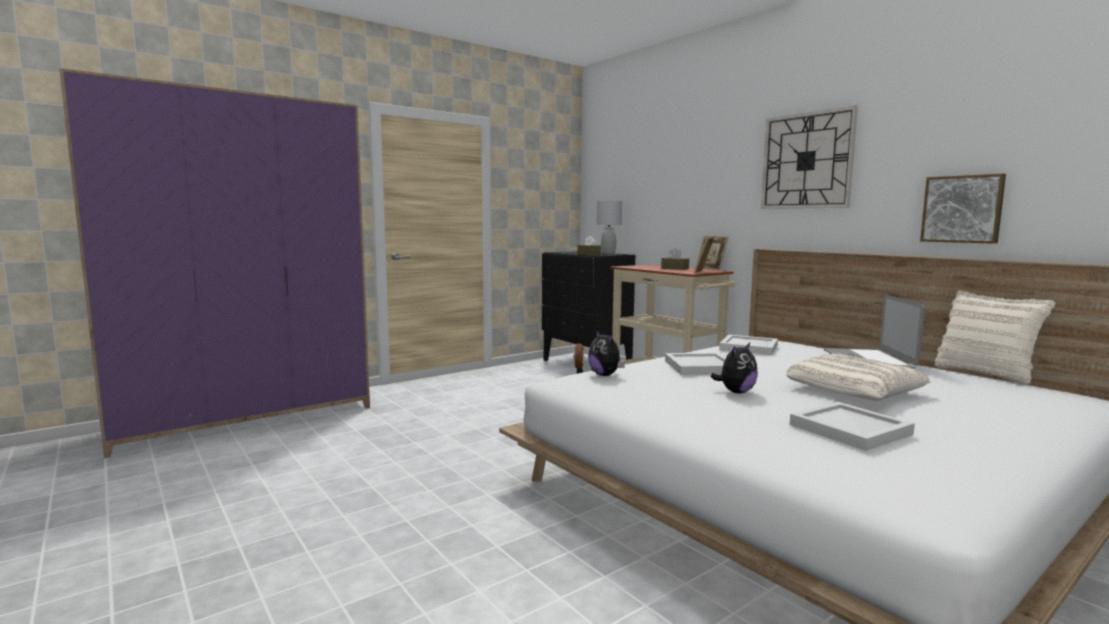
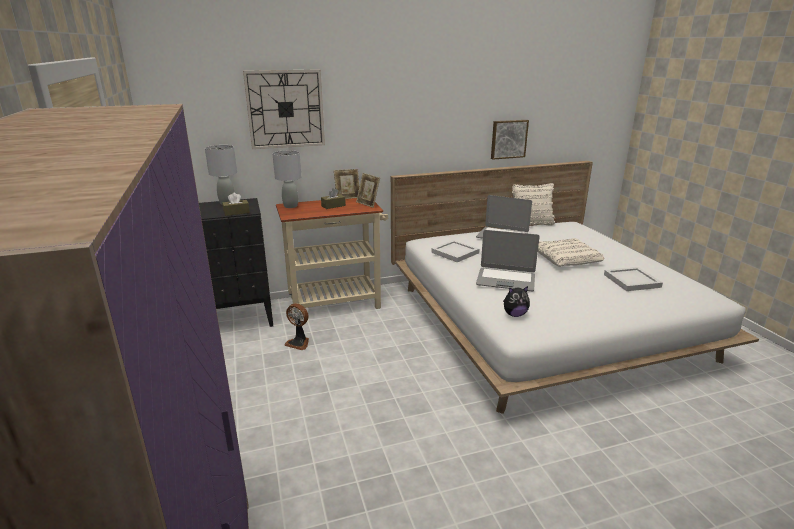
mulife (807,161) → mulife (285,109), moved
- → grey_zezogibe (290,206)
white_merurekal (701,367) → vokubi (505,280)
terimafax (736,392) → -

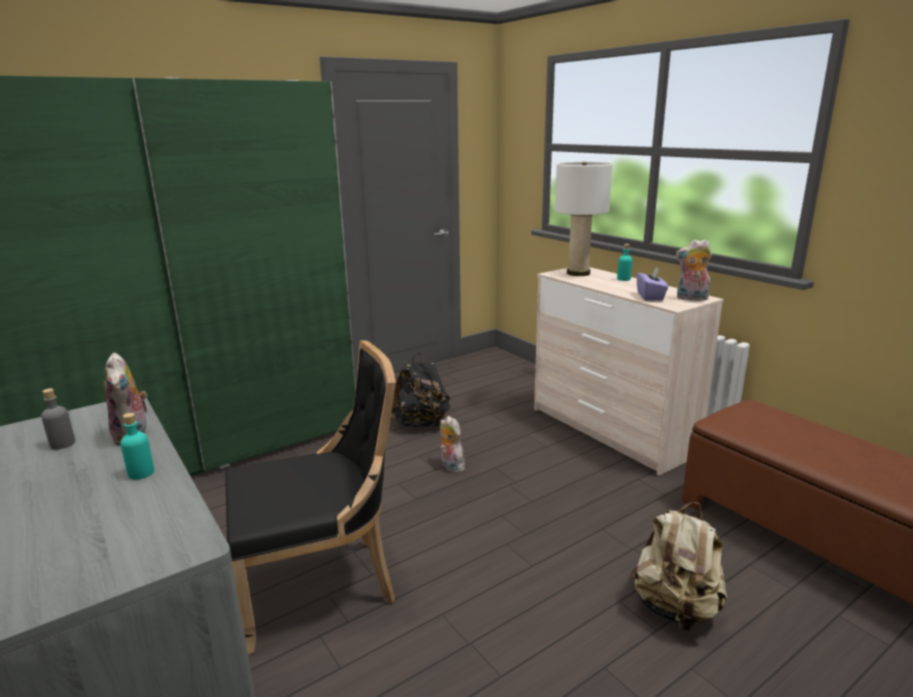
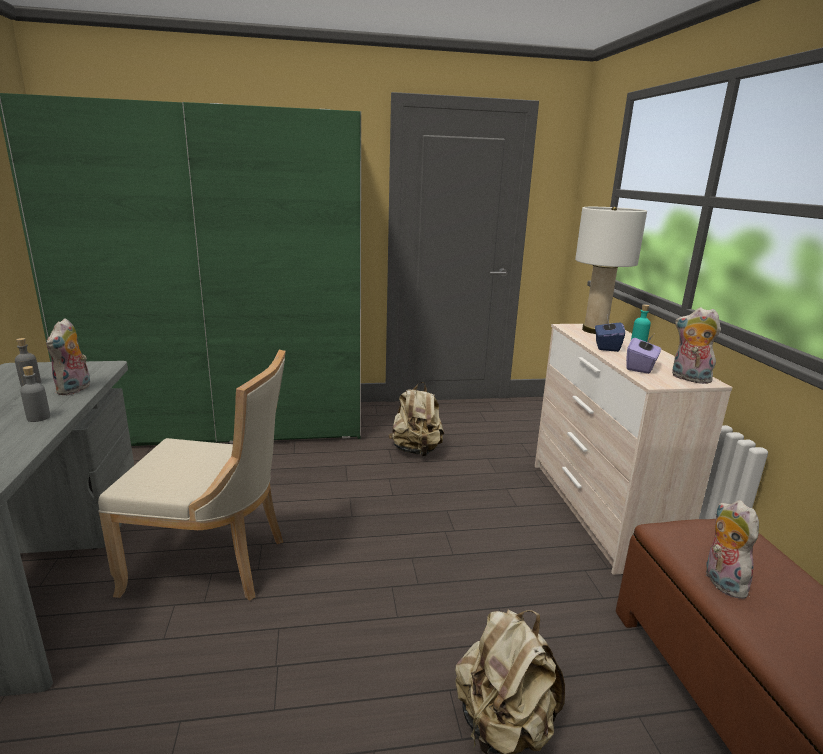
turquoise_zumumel (141,473) → grey_zumumel (38,417)
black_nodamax (322,585) → beige_nodamax (214,563)
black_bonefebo (421,424) → beige_bonefebo (416,450)
- → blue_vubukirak (606,346)
terimafax (450,466) → terimafax (720,581), moved

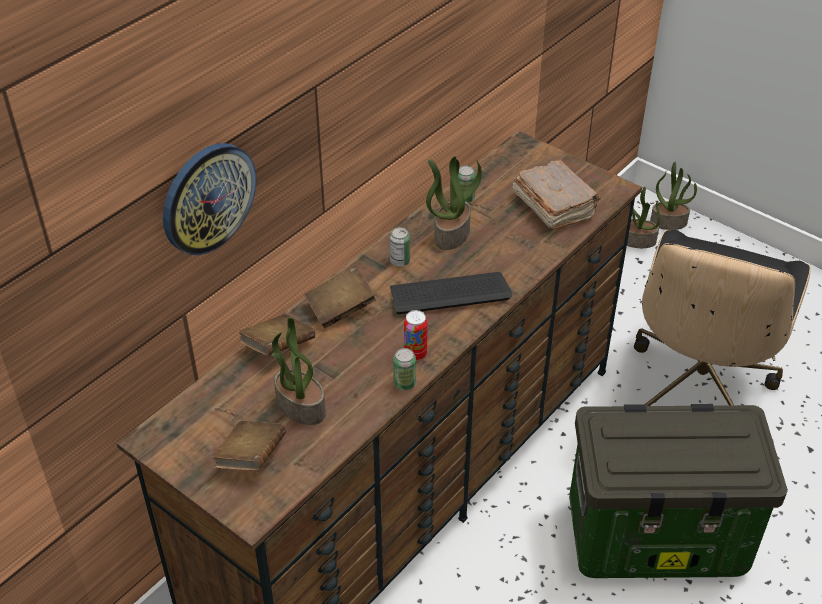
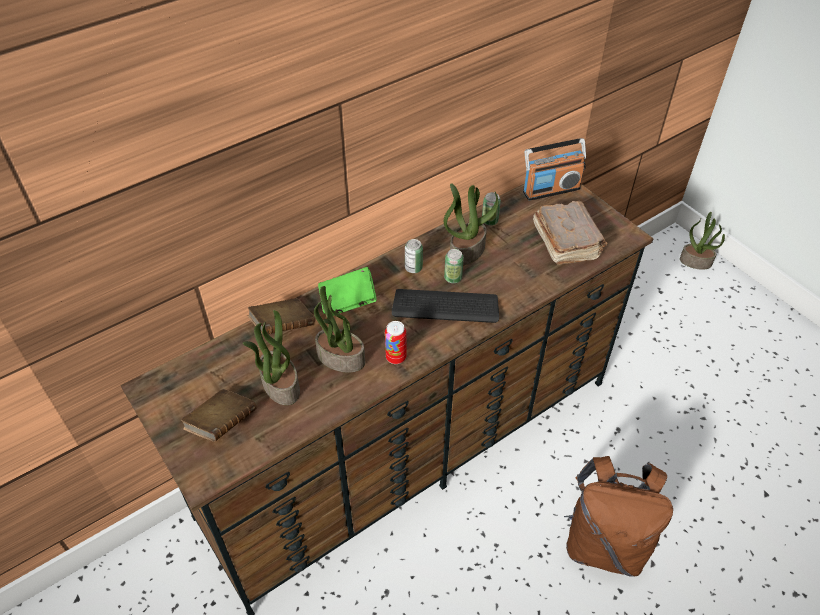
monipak (636,241) → monipak (340,358), moved
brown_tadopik (341,308) → green_tadopik (348,302)
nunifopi (404,383) → nunifopi (453,278), moved
- → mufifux (551,190)
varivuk (658,537) → brown_bonefebo (604,543)
mulife (208,198) → -
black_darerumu (695,395) → -

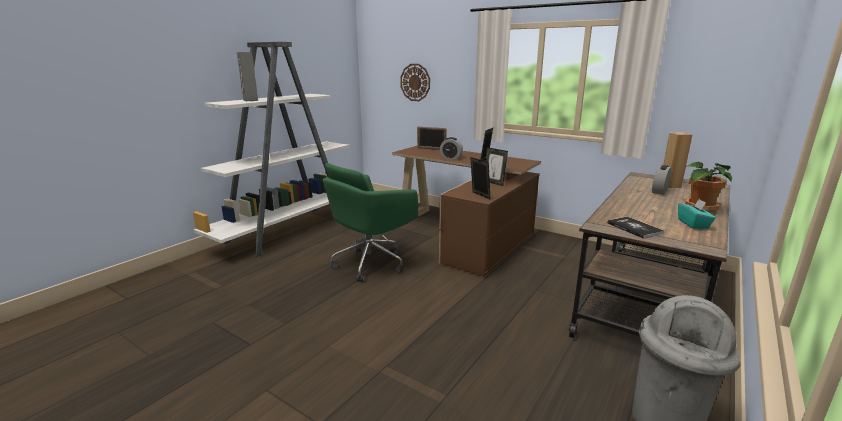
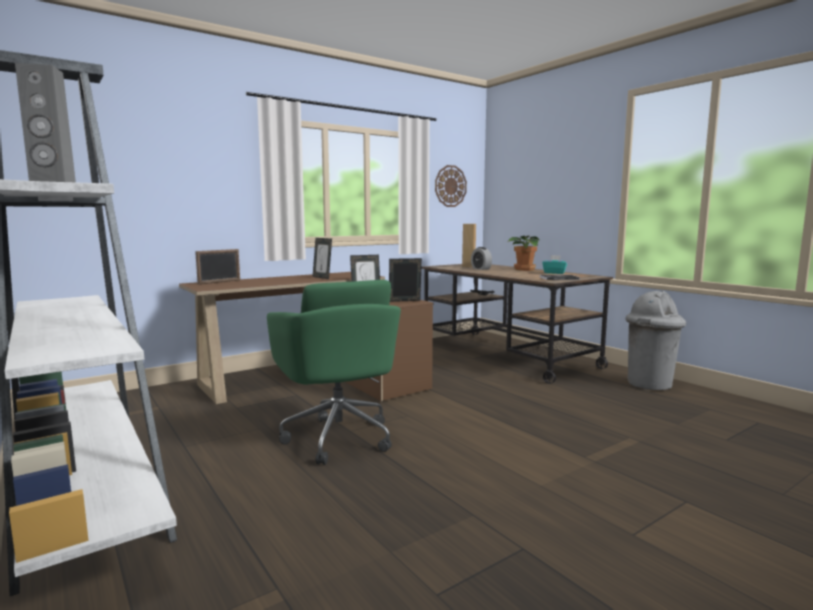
mulife (415,82) → mulife (450,186), moved
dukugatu (451,157) → -

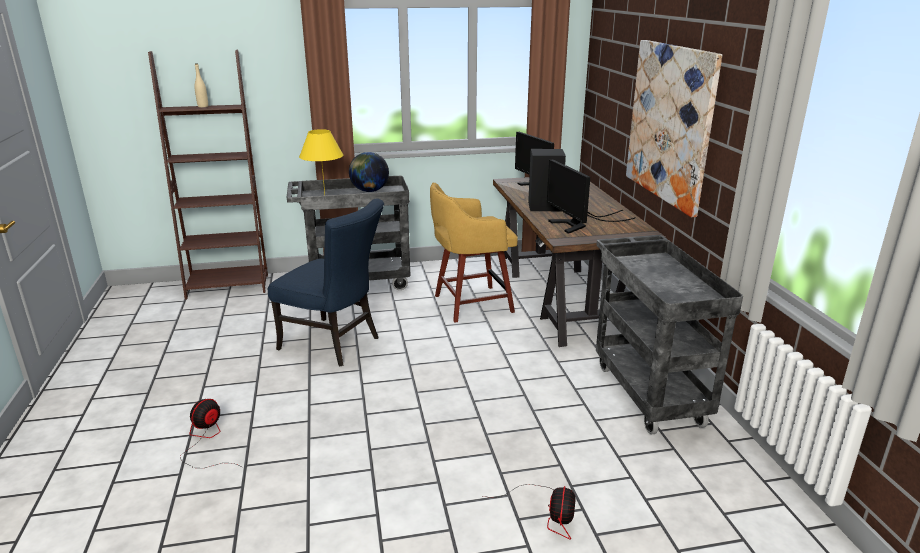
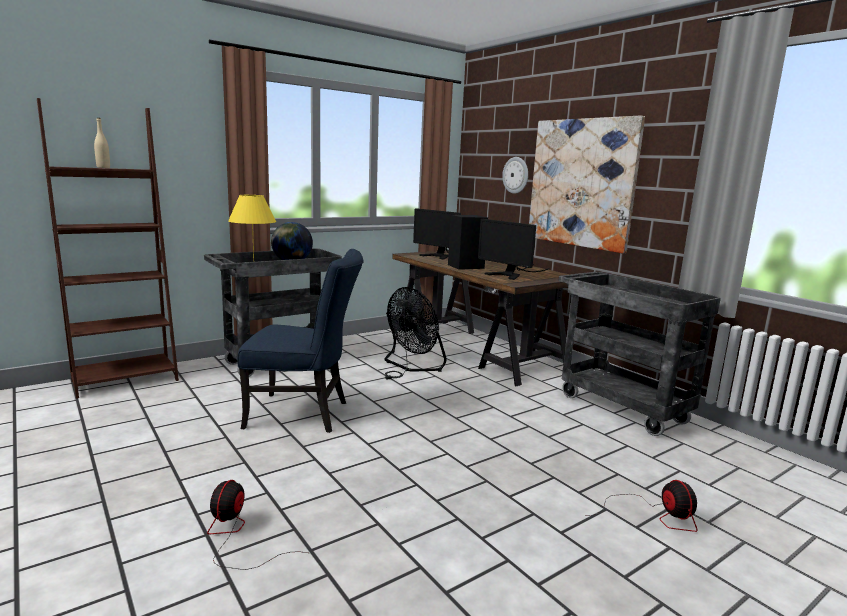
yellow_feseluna (470,304) → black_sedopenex (406,365)
- → mulife (516,175)

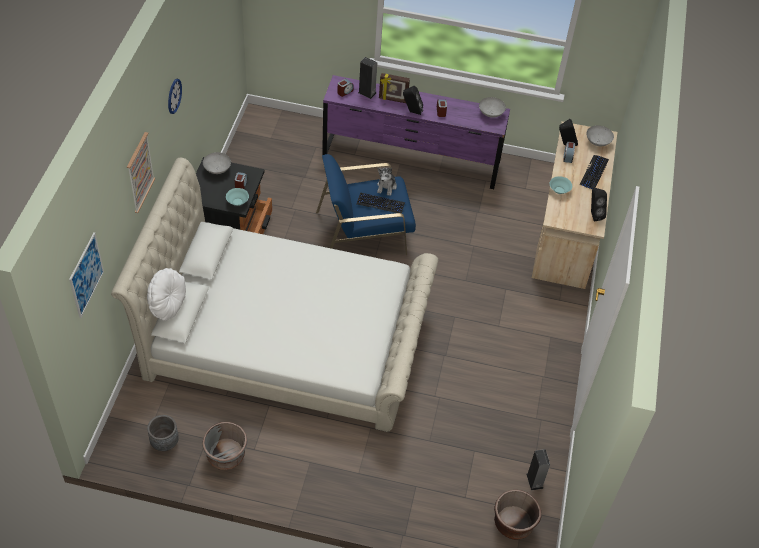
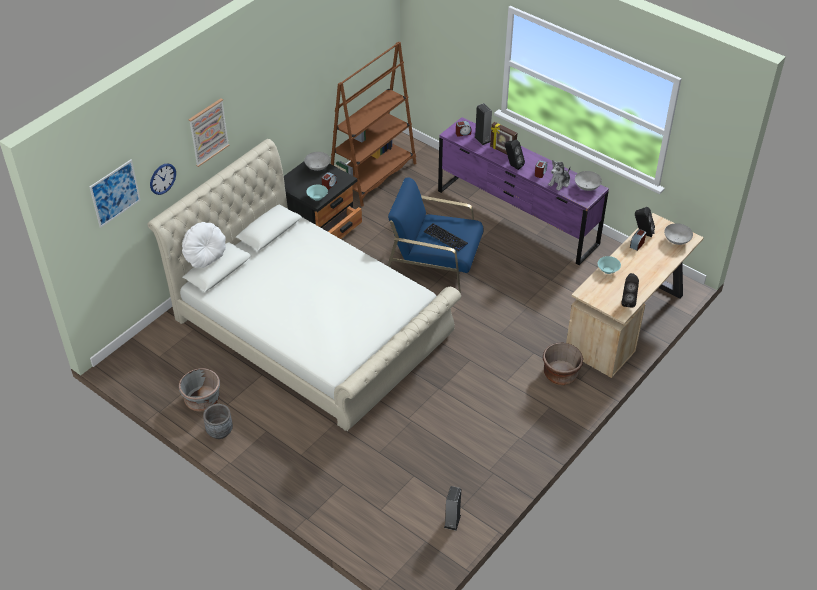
mulife (174,96) → mulife (162,178), moved
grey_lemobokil (165,442) → grey_lemobokil (220,431), moved
- → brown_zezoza (373,176)
brown_lemobokil (513,524) → brown_lemobokil (560,374), moved
terimafax (386,187) → terimafax (559,183), moved
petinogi (594,172) → -

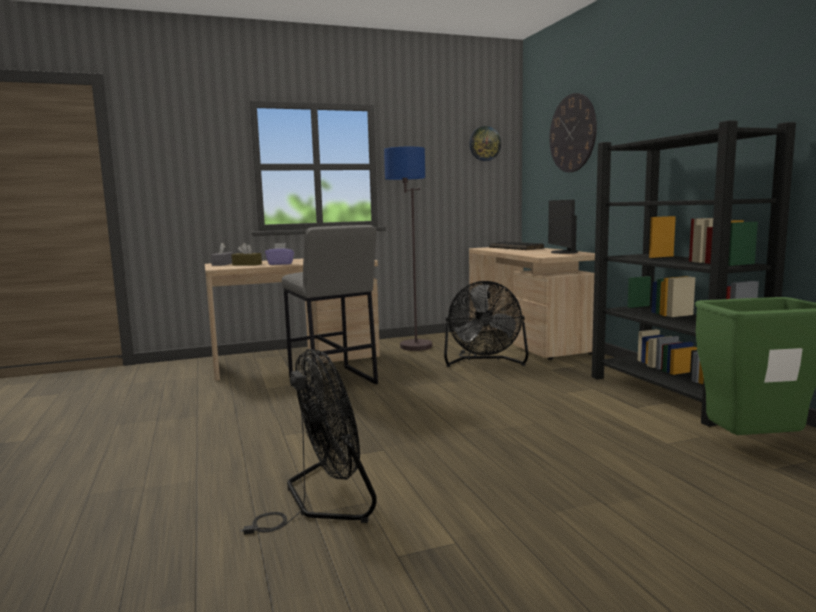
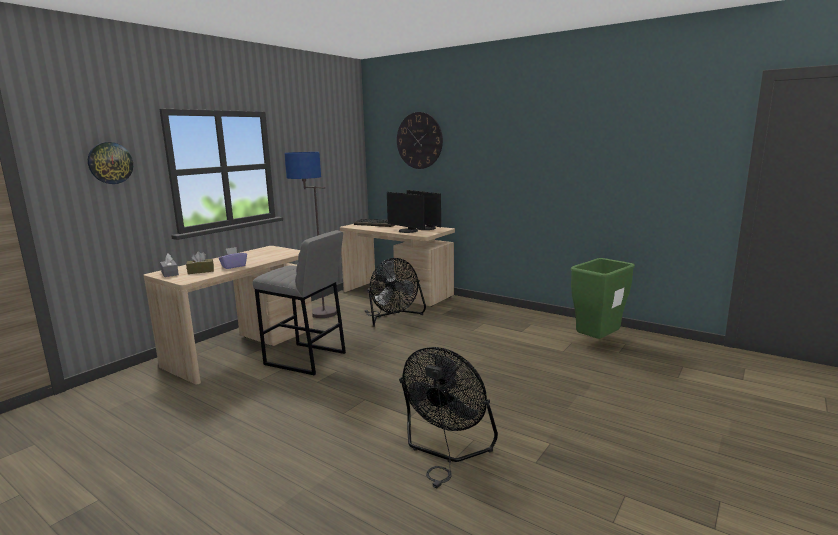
mulife (484,143) → mulife (110,163), moved
- → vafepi (407,231)
black_zezoza (672,394) → -

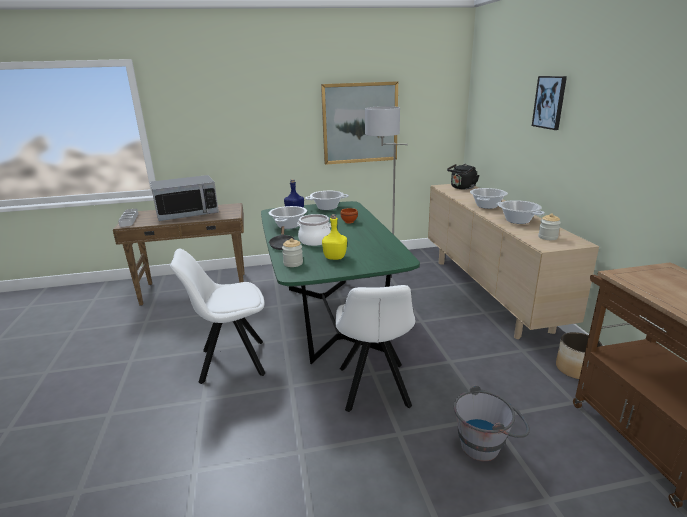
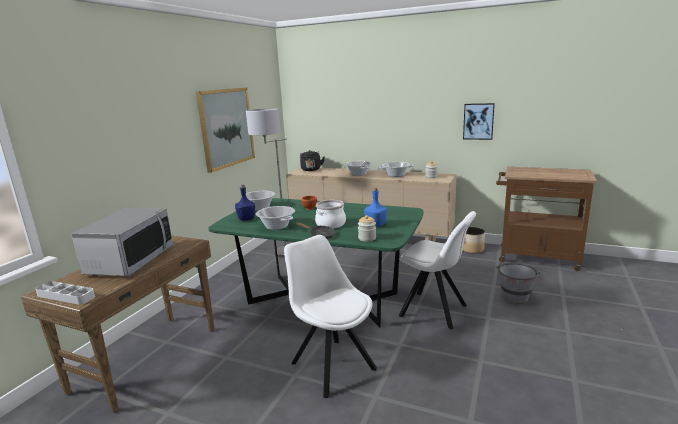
white_nodamax (232,362) → white_nodamax (332,366), 120 degrees clockwise
yellow_zumumel (335,257) → blue_zumumel (375,225)
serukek (549,102) → serukek (478,121), moved

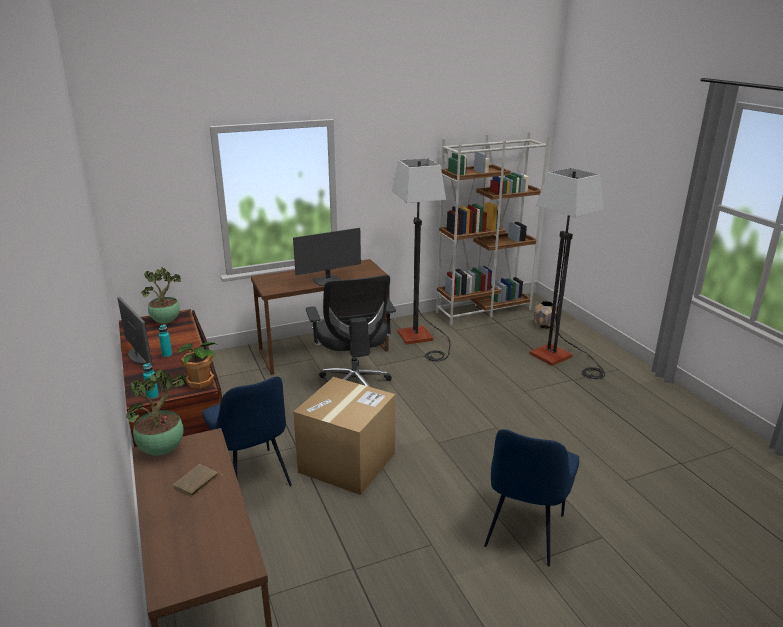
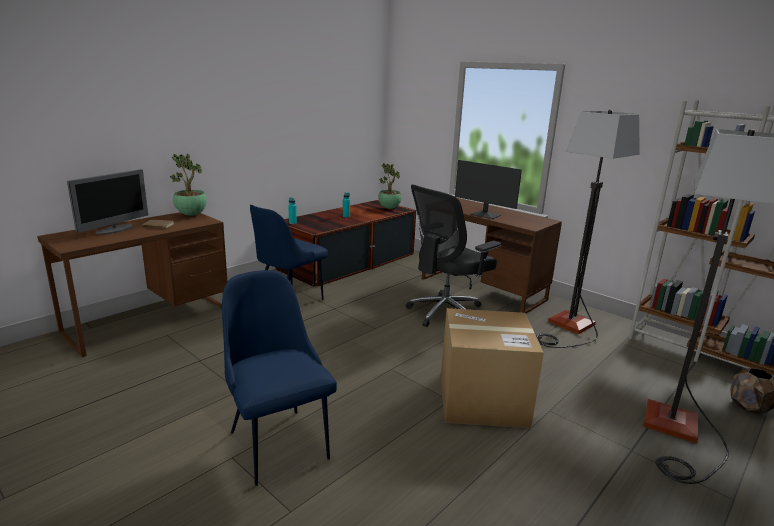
vafepi (138,356) → vafepi (114,230), moved
blue_nodamax (525,531) → blue_nodamax (277,445), 60 degrees clockwise
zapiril (347,462) → zapiril (482,400), moved
monipak (200,382) → -

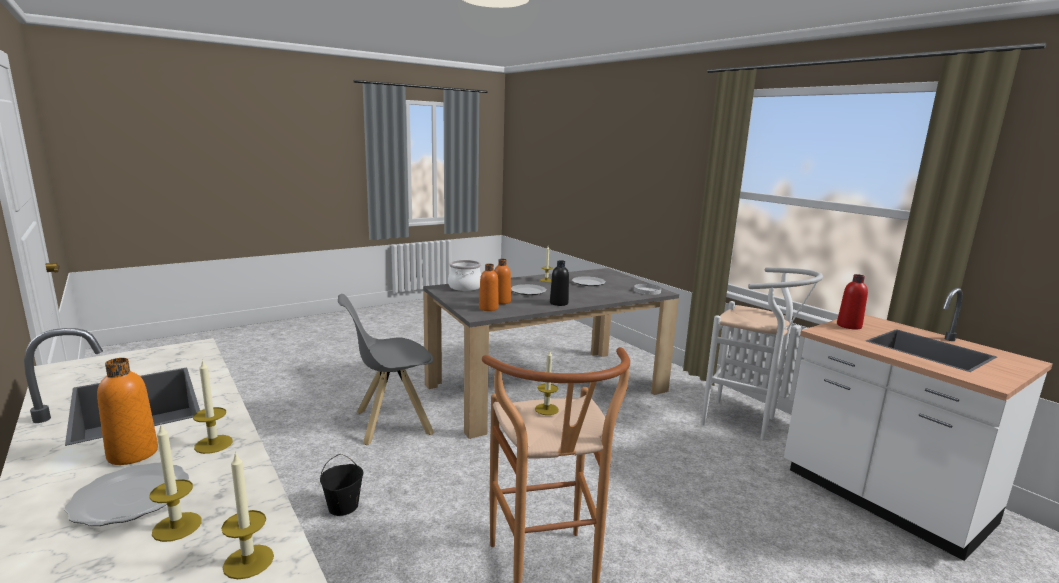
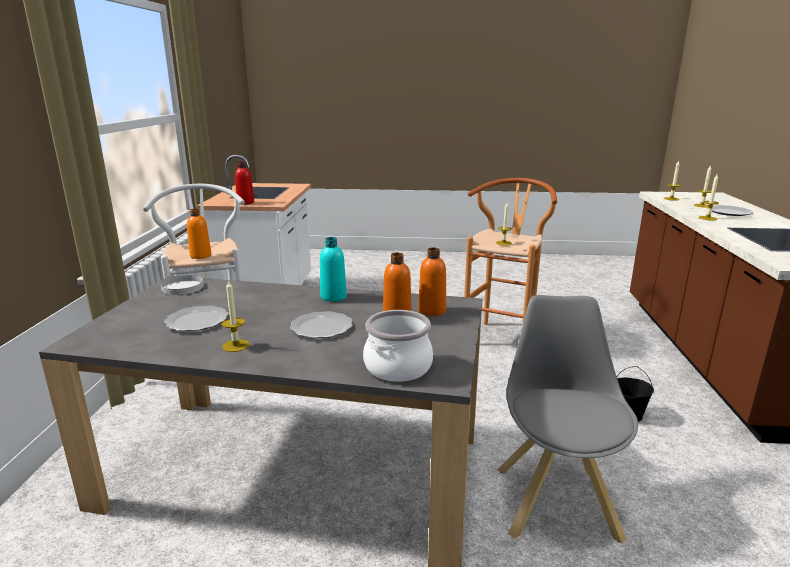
orange_zumumel (133,454) → orange_zumumel (200,256), moved
black_zumumel (559,303) → turquoise_zumumel (333,297)
grey_nodamax (391,423) → grey_nodamax (555,499), 105 degrees counterclockwise

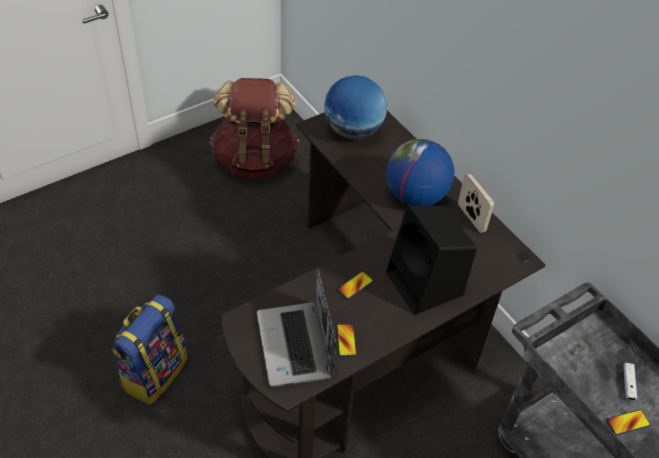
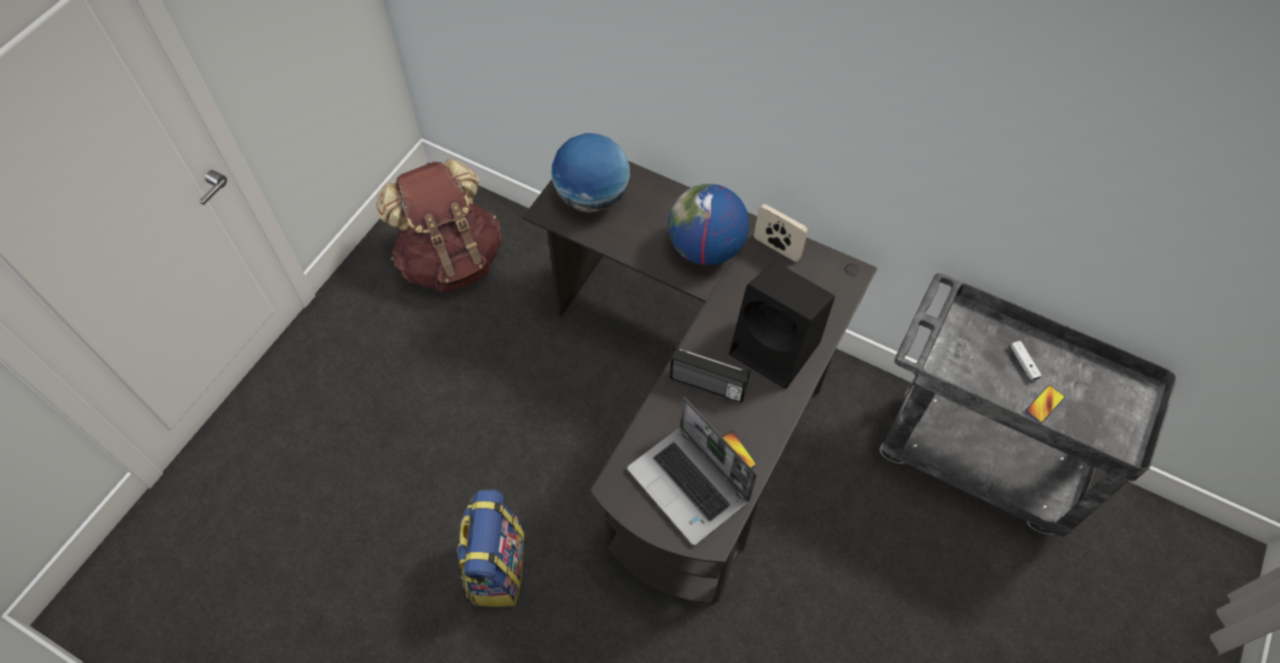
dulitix (355,285) → mufifux (707,386)

